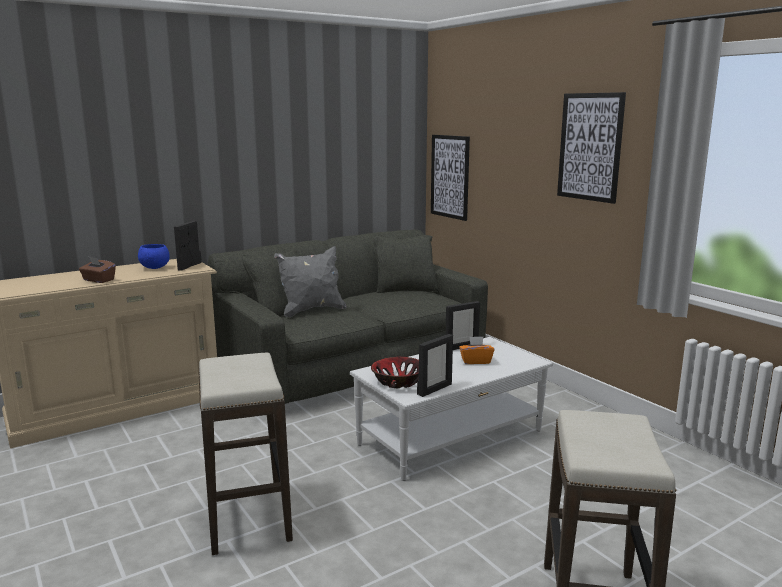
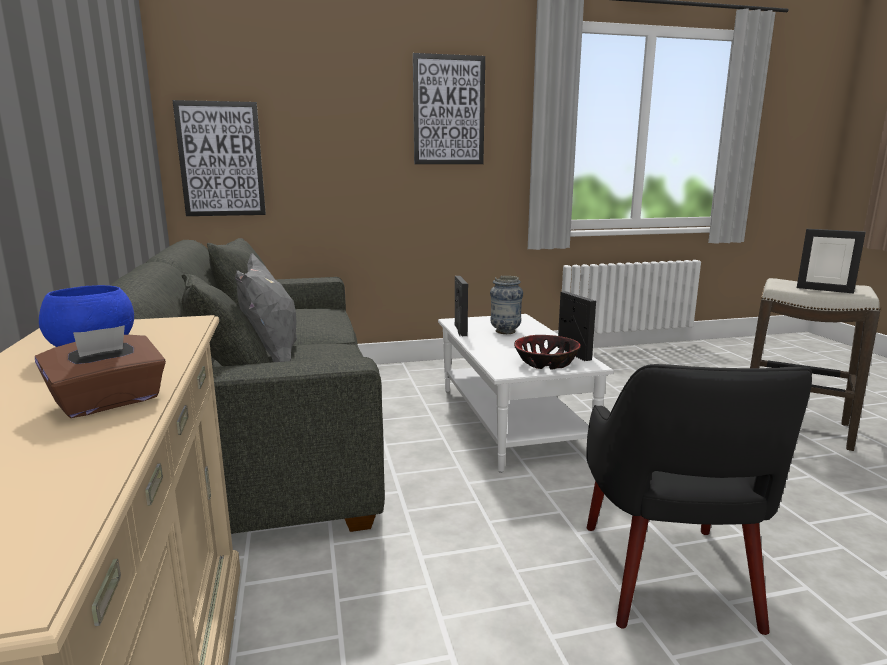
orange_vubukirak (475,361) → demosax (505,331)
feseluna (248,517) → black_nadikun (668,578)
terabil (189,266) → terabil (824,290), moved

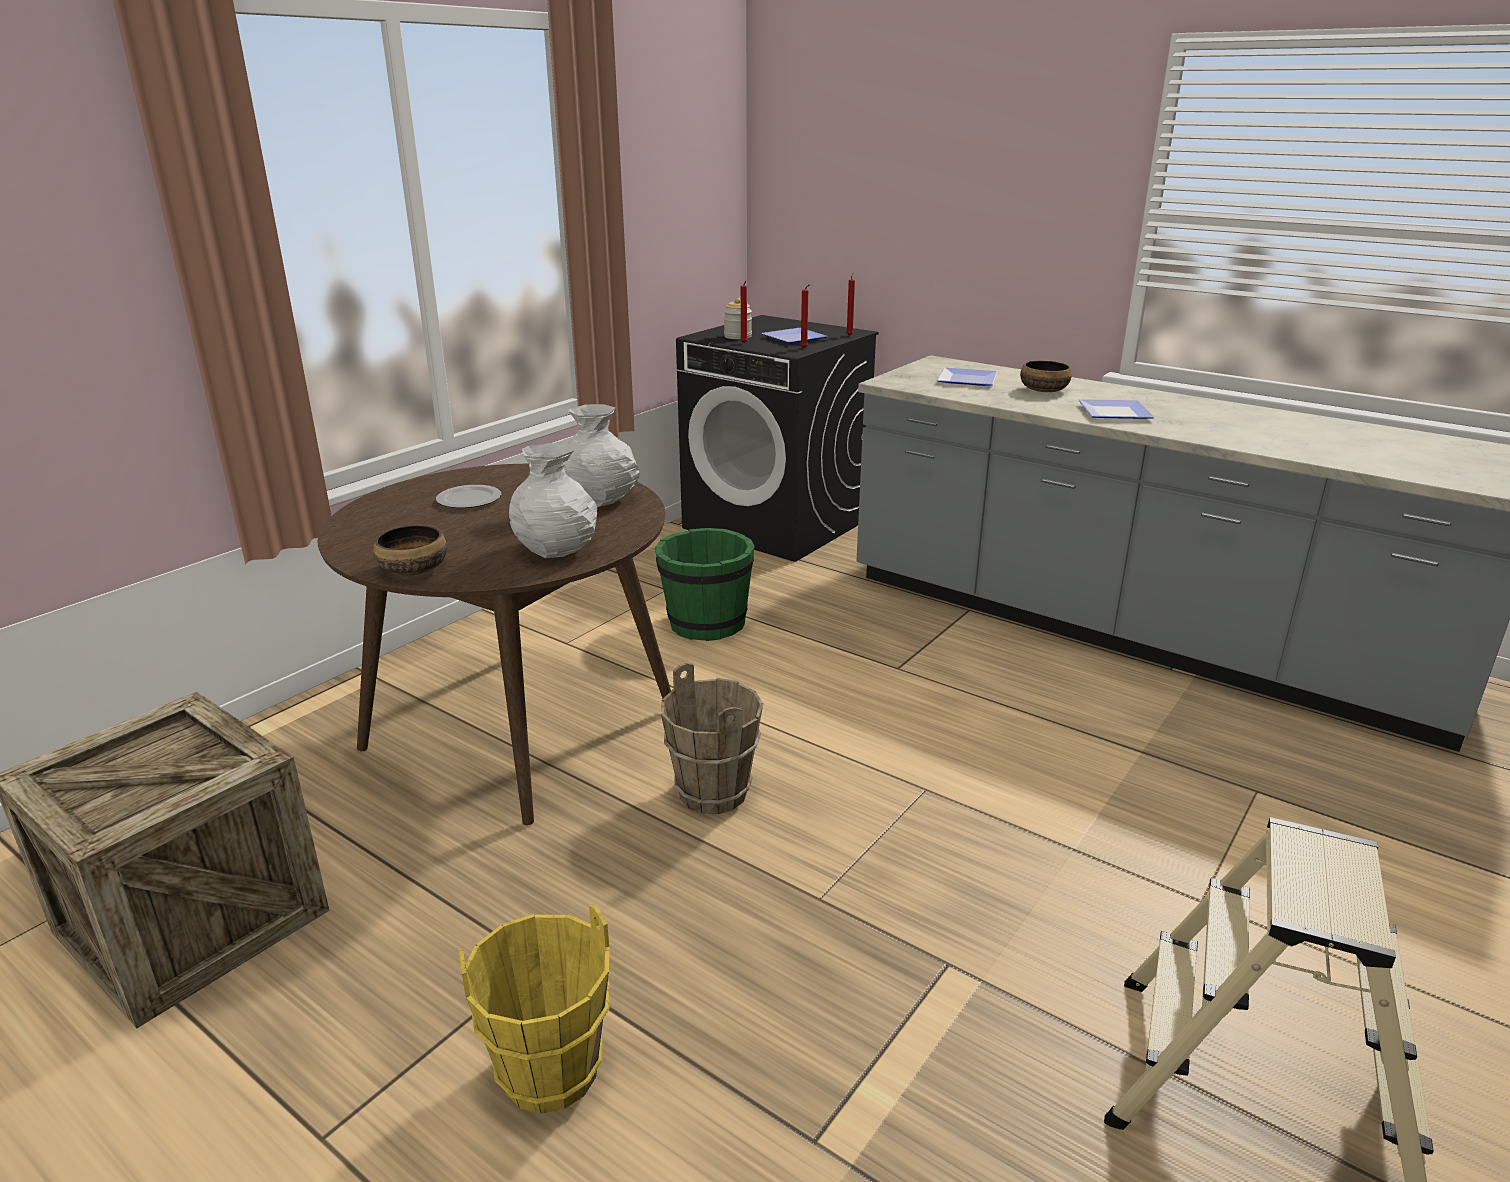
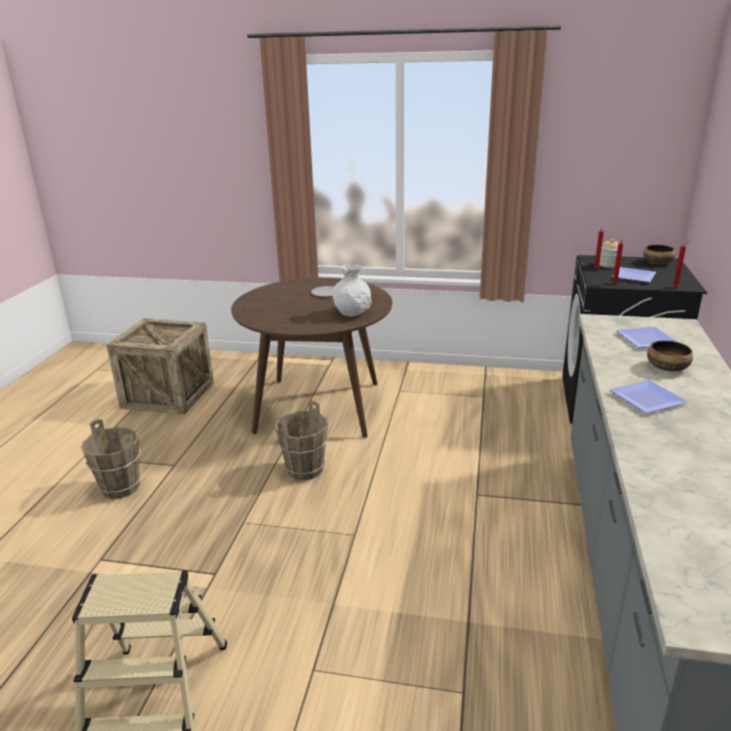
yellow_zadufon (551,1072) → brown_zadufon (120,488)
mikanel (414,569) → mikanel (657,262), moved
white_demosax (557,550) → -
green_zadufon (706,624) → -

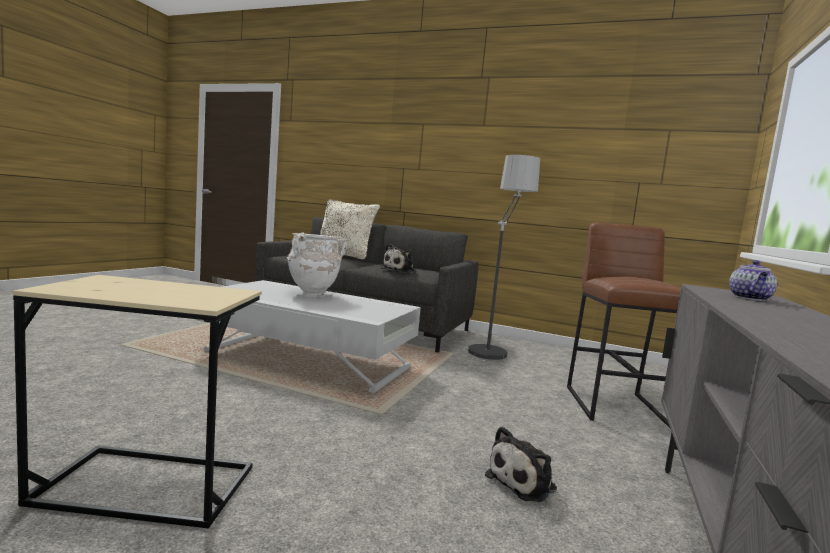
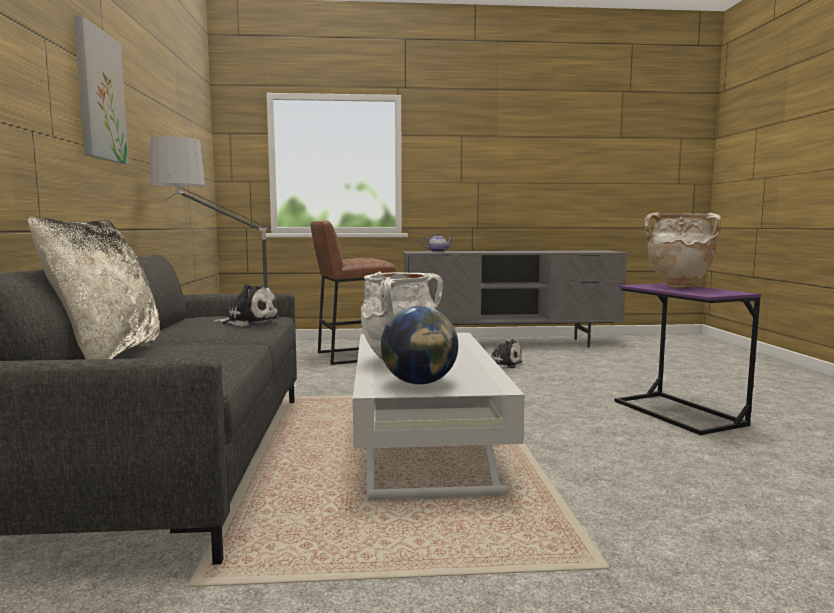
- → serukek (99,96)
- → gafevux (419,383)
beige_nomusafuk (146,485) → purple_nomusafuk (678,413)
- → beige_demosax (677,287)

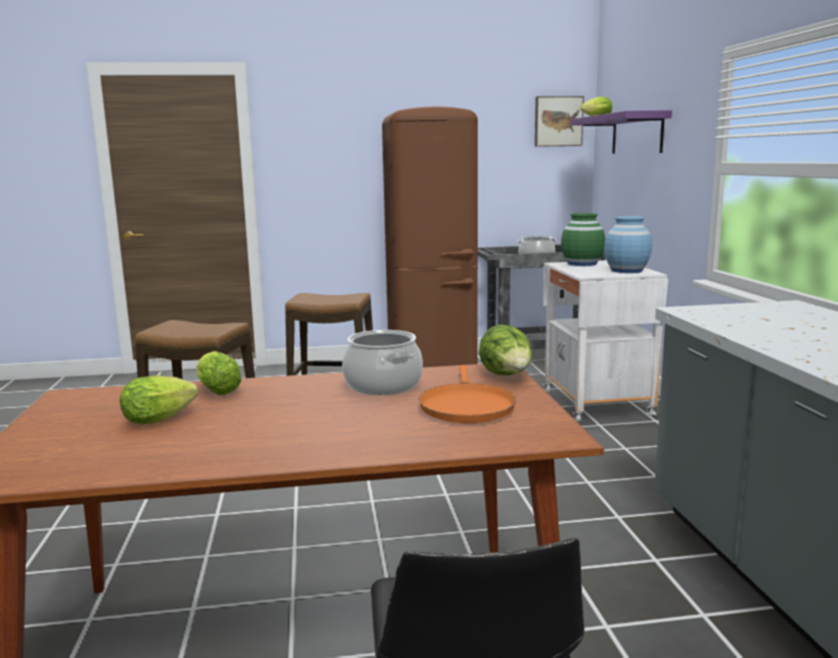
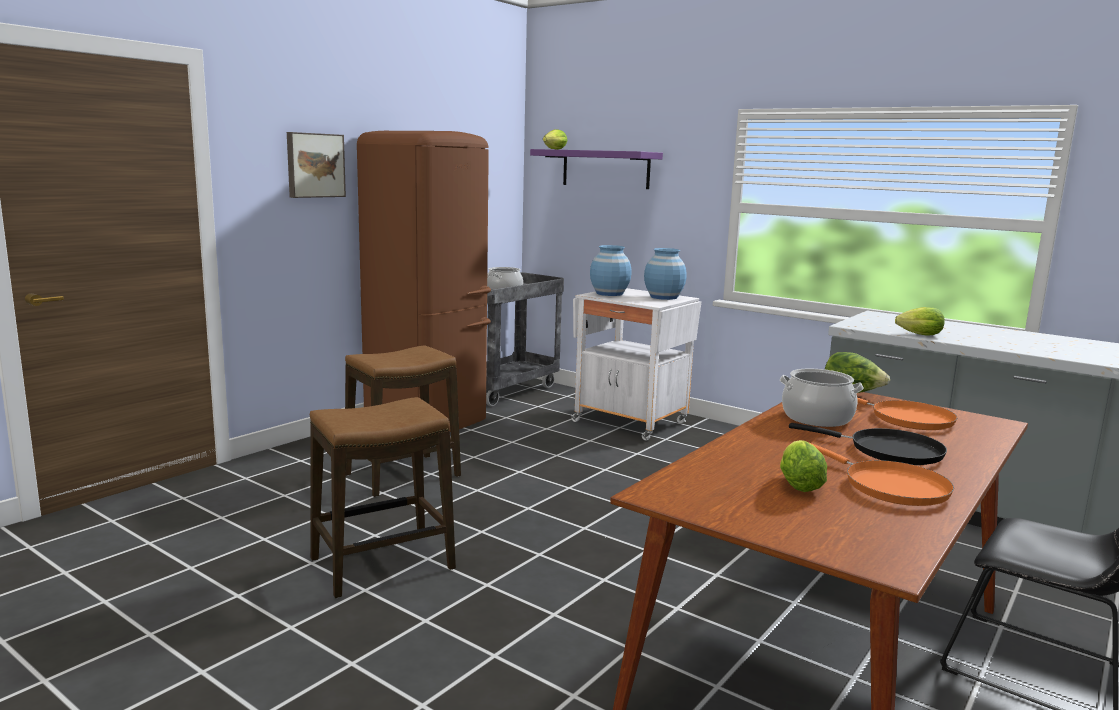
serukek (558,121) → serukek (314,165), moved
green_demosax (582,264) → blue_demosax (610,293)
- → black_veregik (888,451)
- → orange_veregik (889,486)
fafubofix (216,390) → fafubofix (917,335), moved

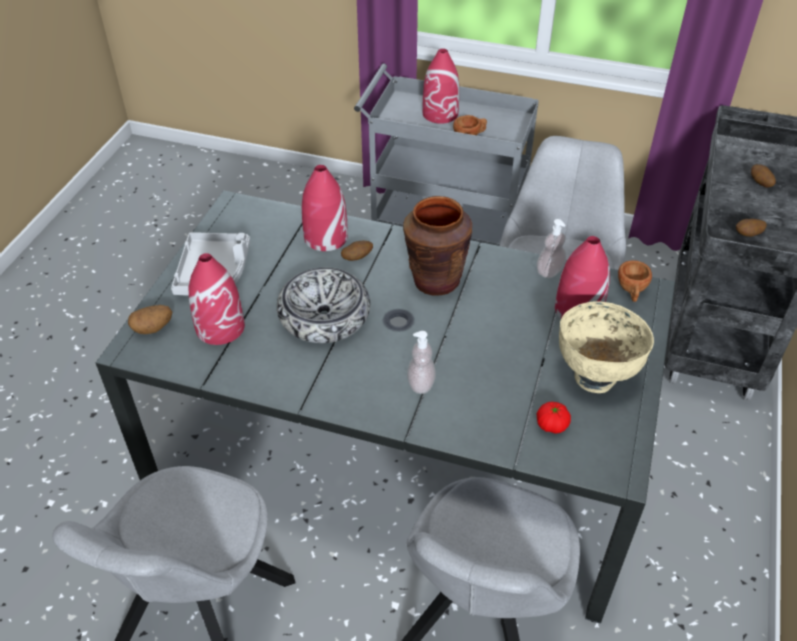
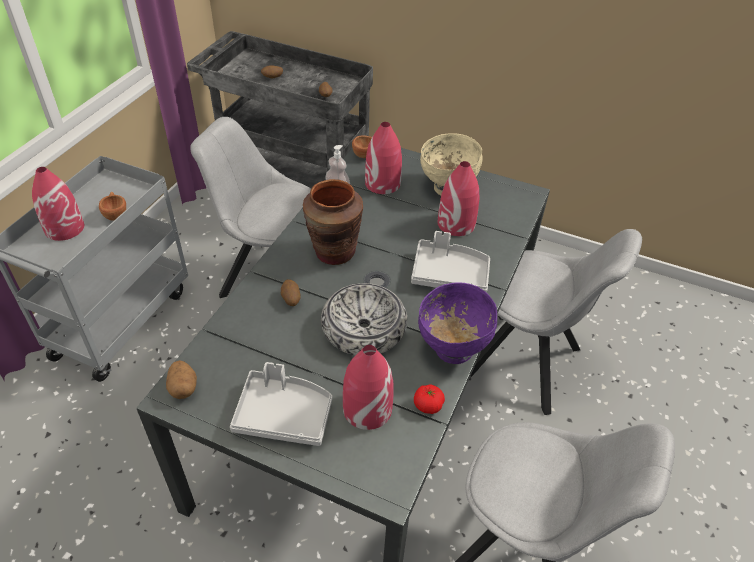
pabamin (153,328) → pabamin (183,387), moved
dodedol (421,383) → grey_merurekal (449,274)
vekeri (551,425) → vekeri (428,405), moved
- → purple_mikanel (452,349)
red_demosax (325,237) → red_demosax (456,224), moved

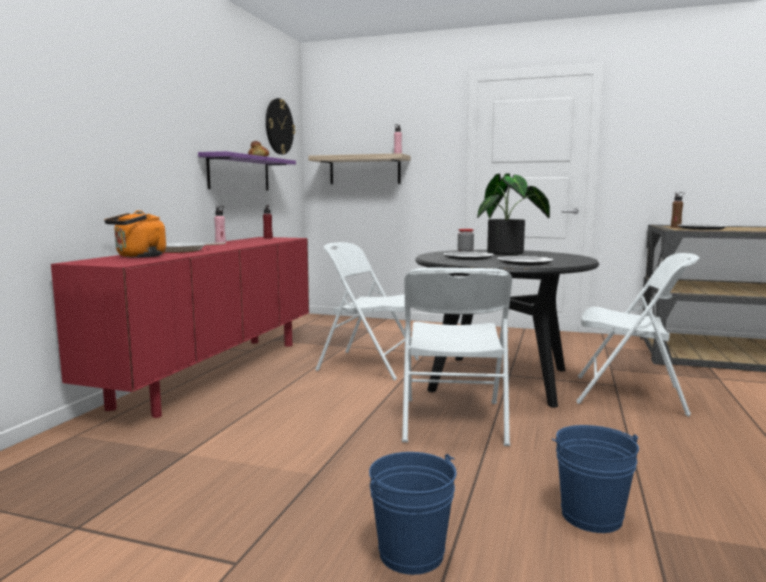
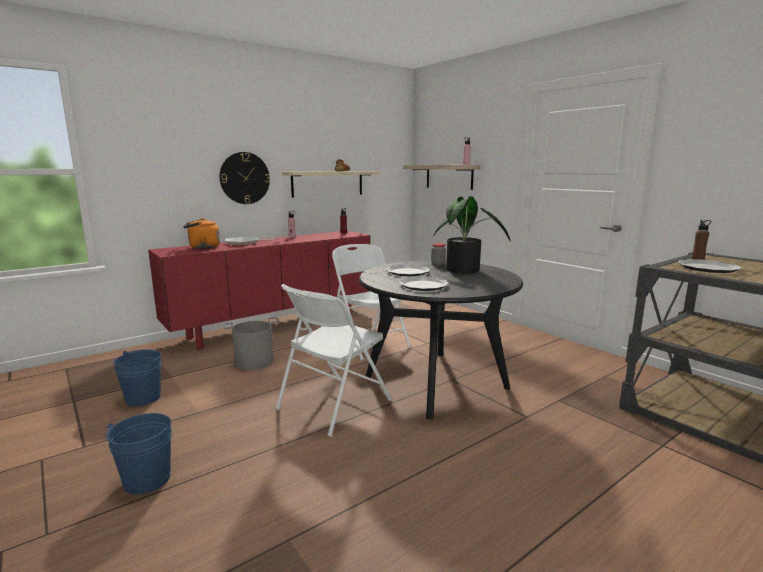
blue_zadufon (591,516) → blue_zadufon (143,398), moved
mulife (279,126) → mulife (245,178), moved
- → grey_zadufon (254,362)
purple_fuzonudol (239,173) → beige_fuzonudol (328,183)
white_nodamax (628,395) → -

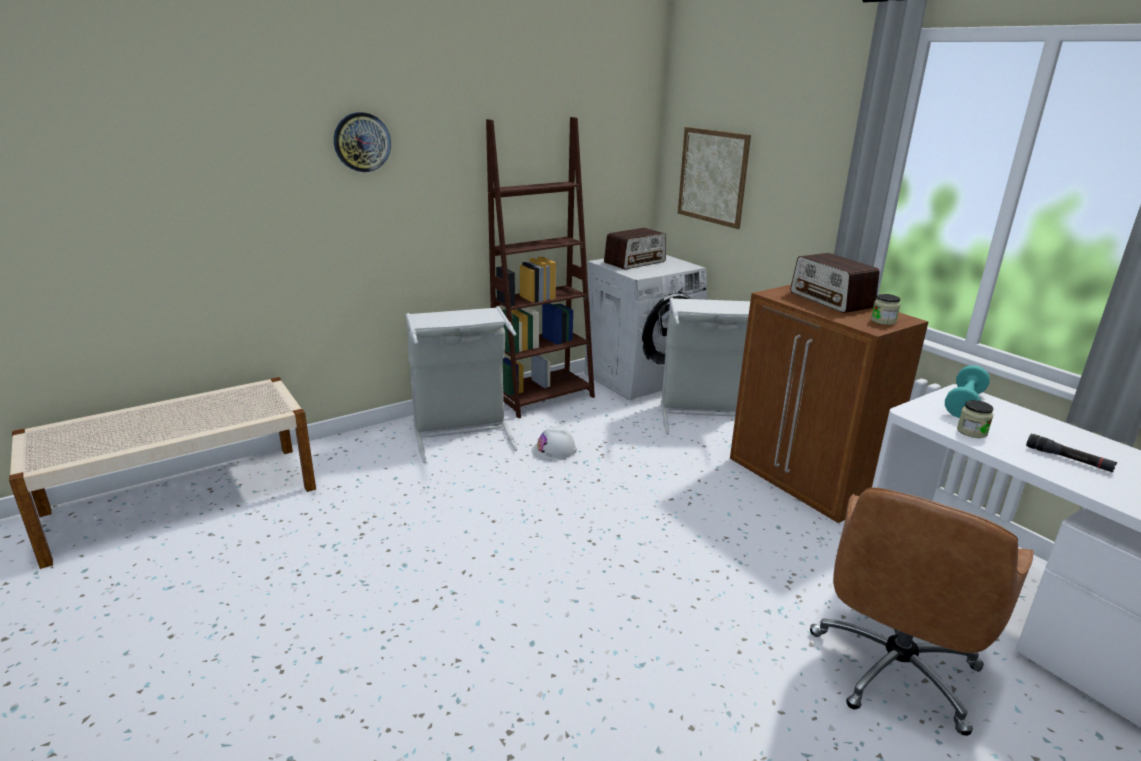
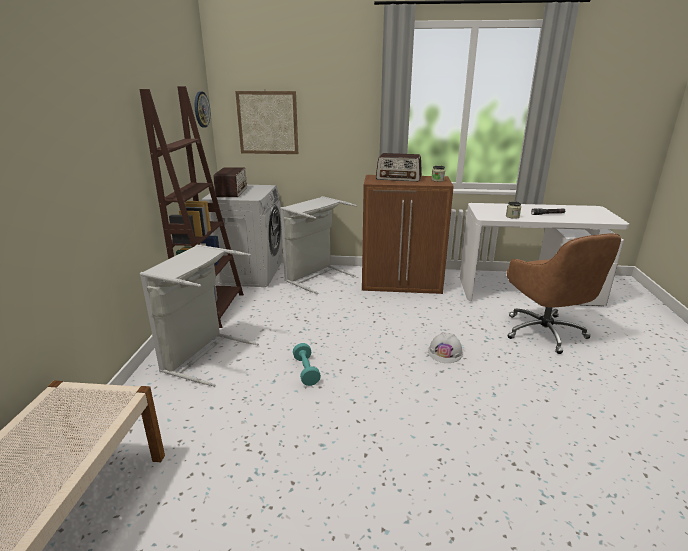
mulife (362,142) → mulife (201,109), moved
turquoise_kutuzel (964,404) → turquoise_kutuzel (306,371), moved
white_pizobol (554,450) → white_pizobol (445,352), moved

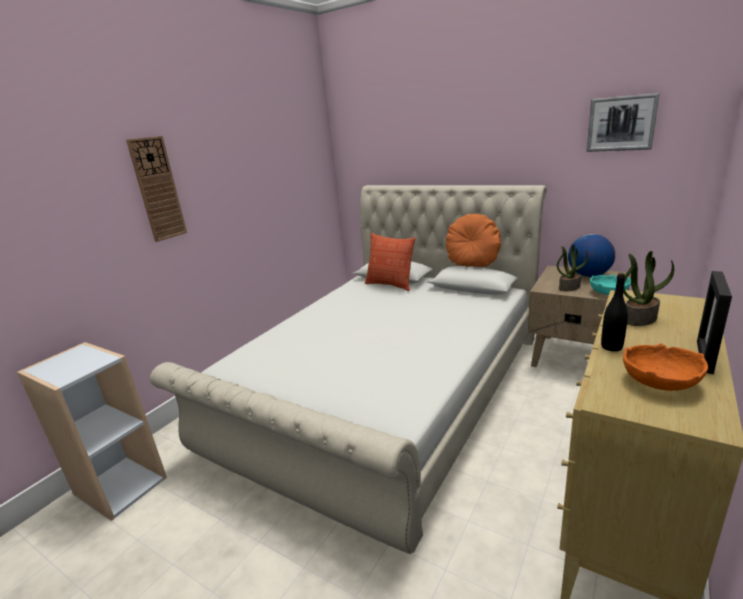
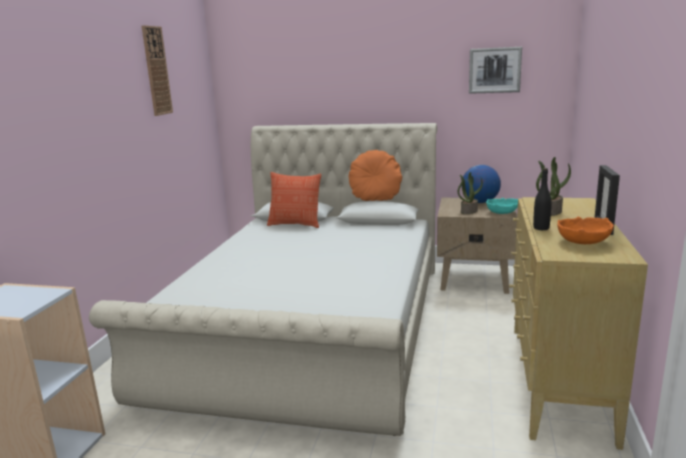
mulife (157,189) → mulife (156,71), moved

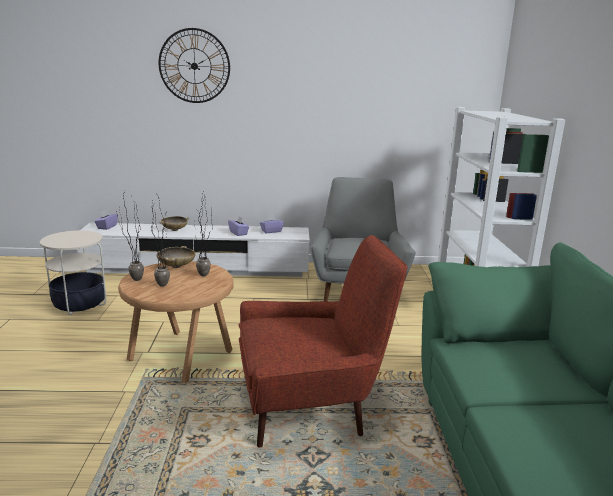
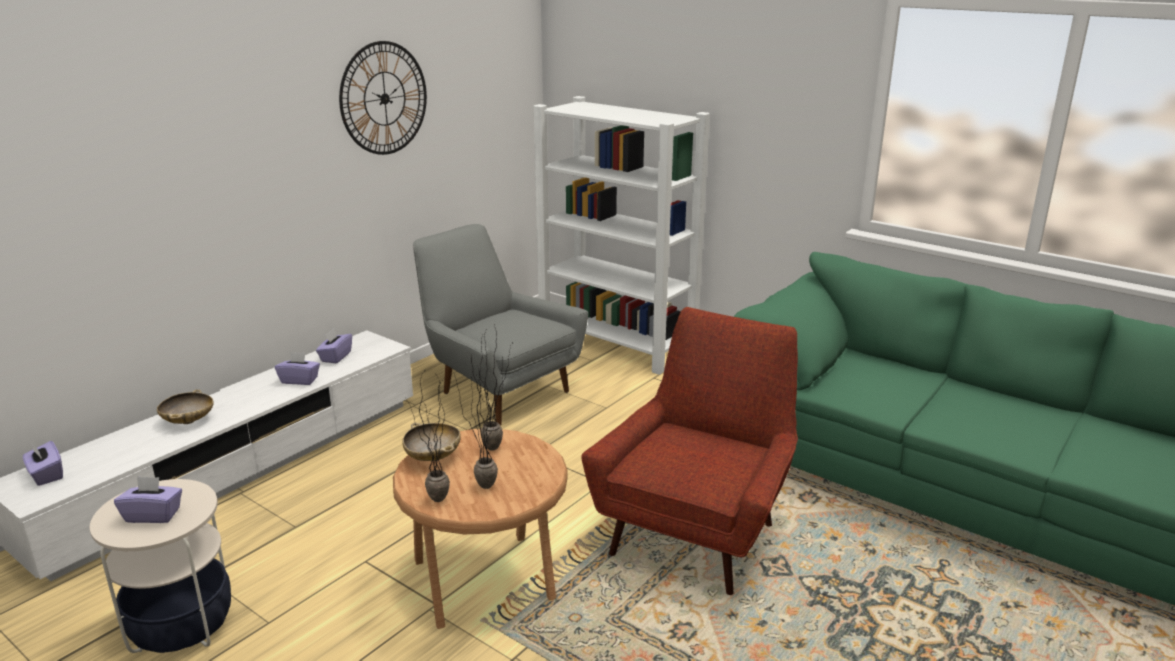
- → purple_vubukirak (153,515)
mulife (194,66) → mulife (384,98), moved

